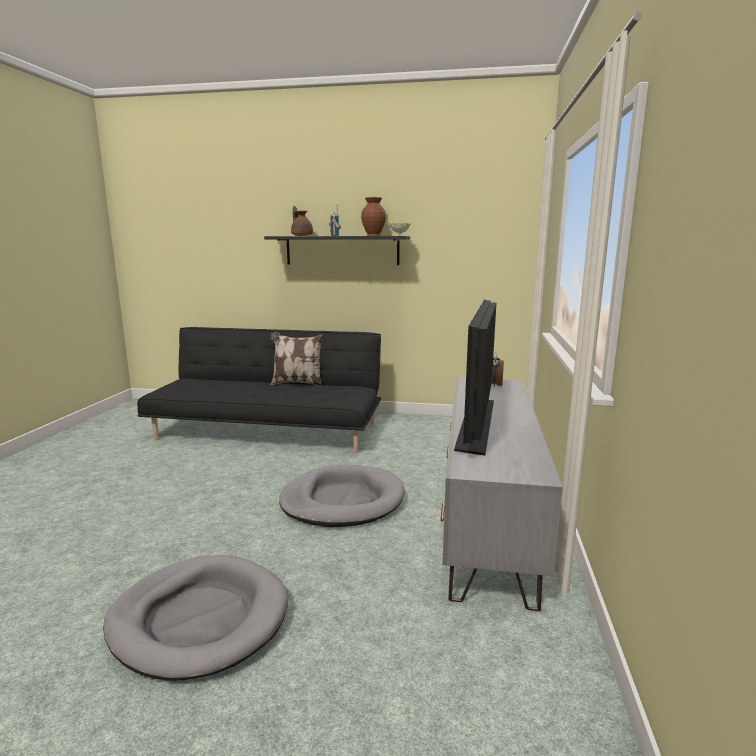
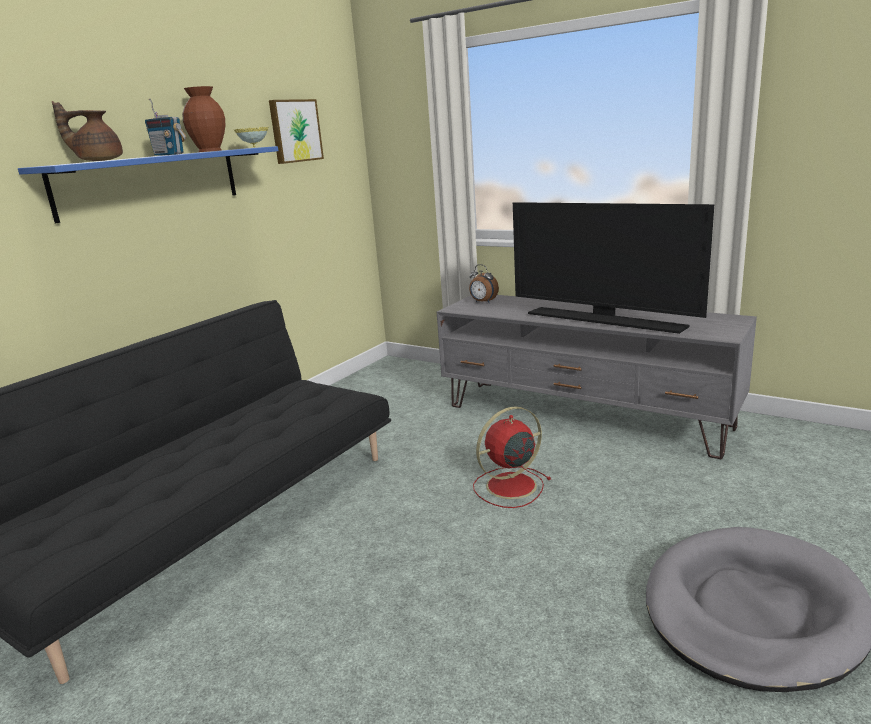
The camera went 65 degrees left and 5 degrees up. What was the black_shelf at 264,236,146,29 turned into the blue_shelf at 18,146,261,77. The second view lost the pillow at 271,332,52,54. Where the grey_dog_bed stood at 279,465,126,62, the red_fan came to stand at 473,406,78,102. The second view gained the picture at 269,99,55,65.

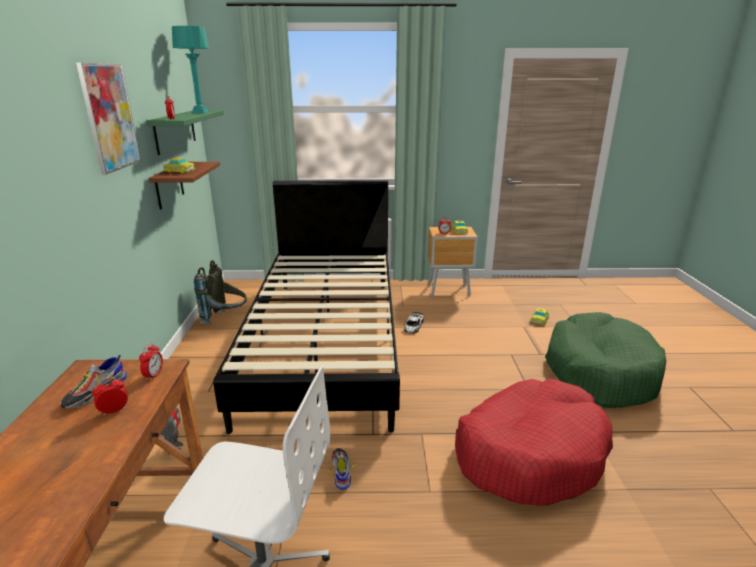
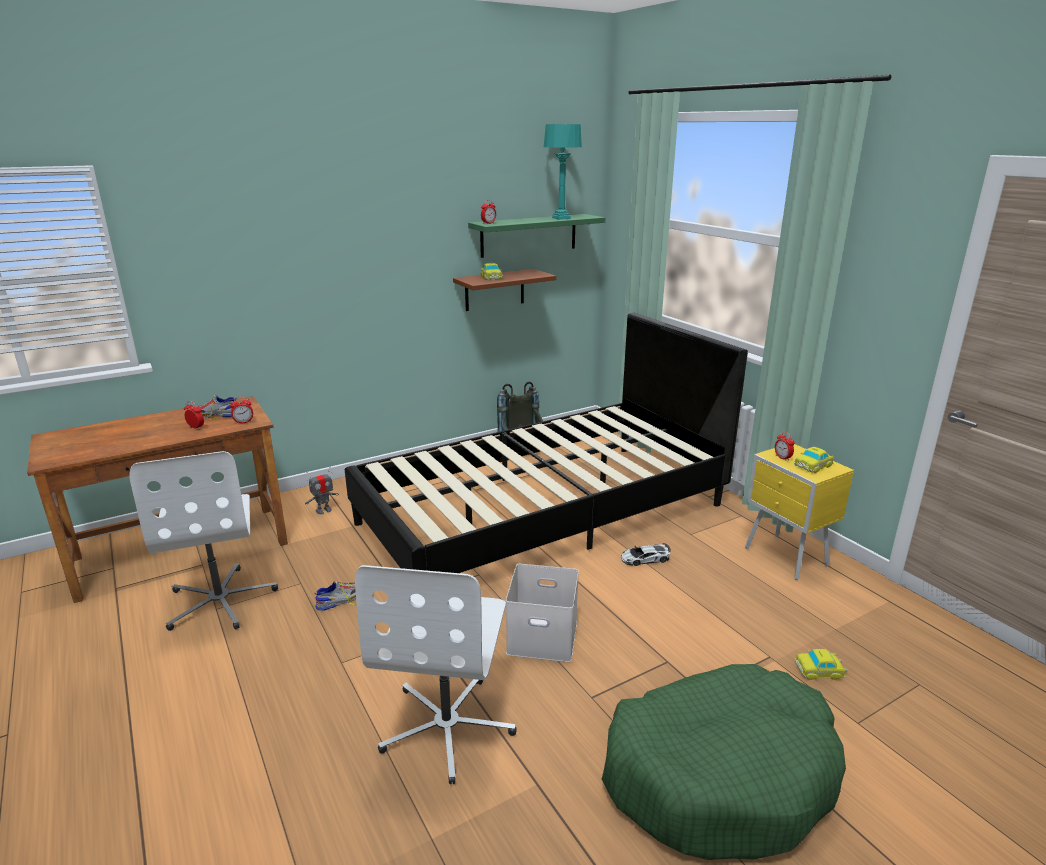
The camera went 60 degrees right and 0 degrees up. The second view lost the picture at 76,62,65,113. What was the brown_nightstand at 428,227,50,70 turned into the yellow_nightstand at 745,444,109,136. Where the red_dog_bed stood at 455,379,158,126, the white_office_chair came to stand at 355,565,162,219. The second view gained the white_storage_box at 506,564,73,98.

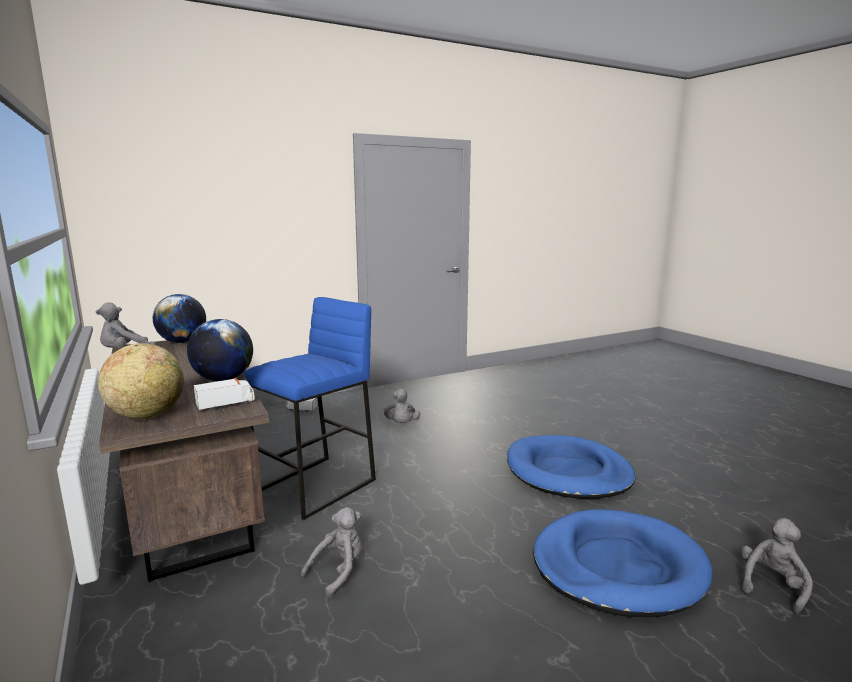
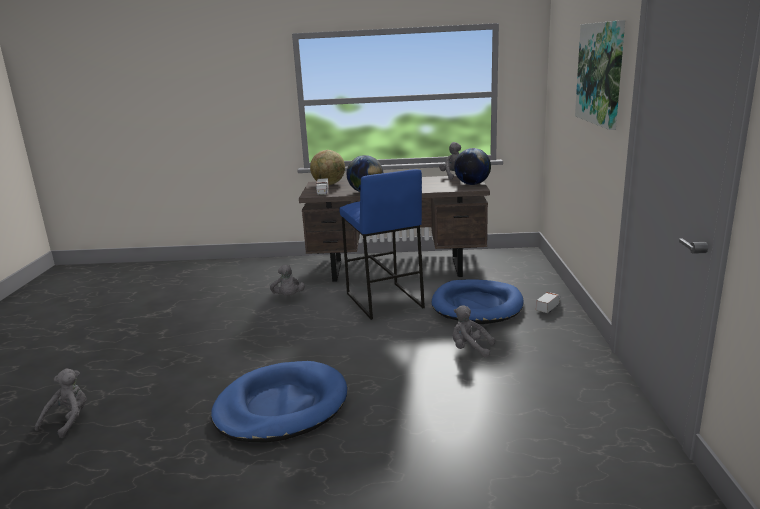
The camera went 120 degrees right and 5 degrees up. The blue_dog_bed ended up elsewhere, having gone from 533,509,180,108 to 432,279,92,45. The grey_plush_toy at 741,518,72,96 ended up facing another way, 135 degrees counterclockwise from before. The second view gained the picture at 575,20,50,110.

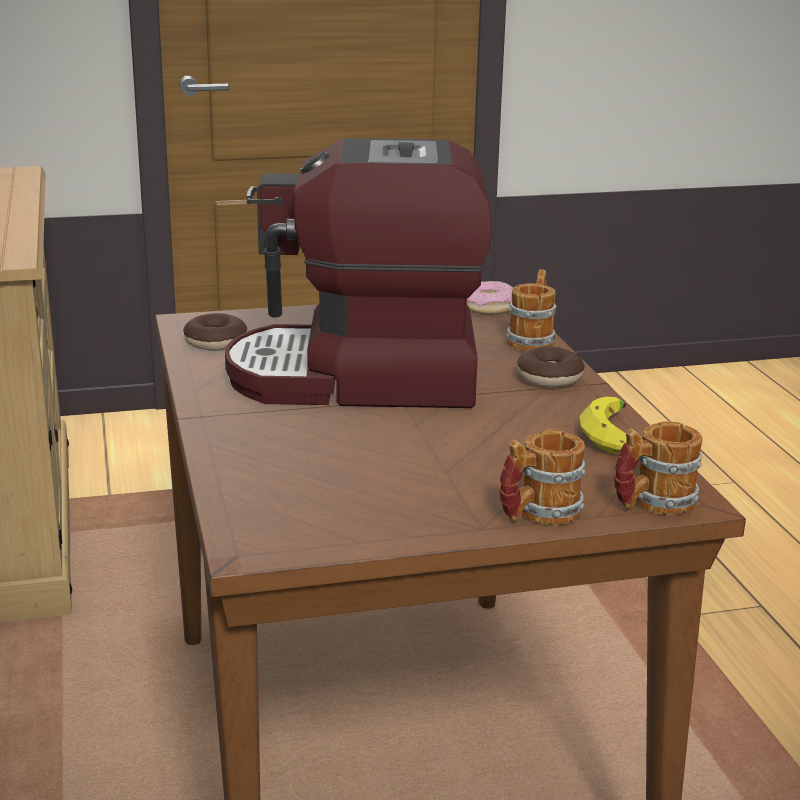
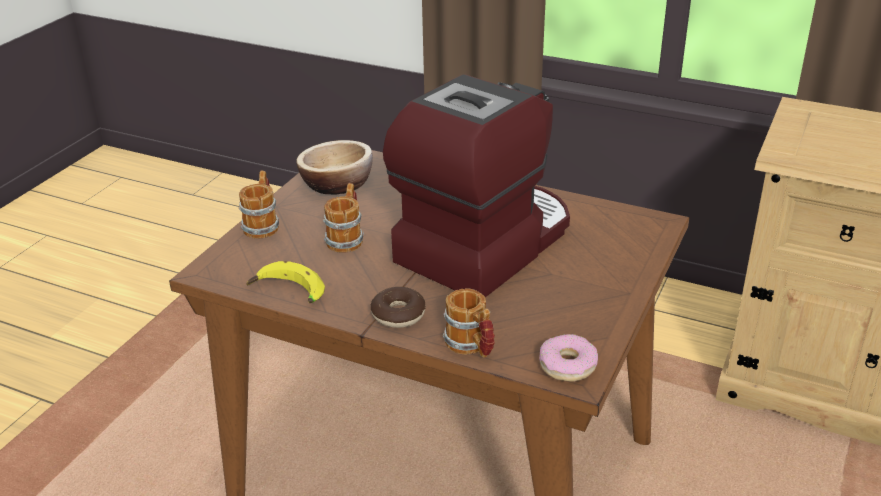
The camera went 130 degrees right and 10 degrees up. The second view lost the donut at 183,313,64,38. The mug ended up elsewhere, having gone from 614,421,89,94 to 323,183,41,70. The second view gained the bowl at 296,140,77,55.

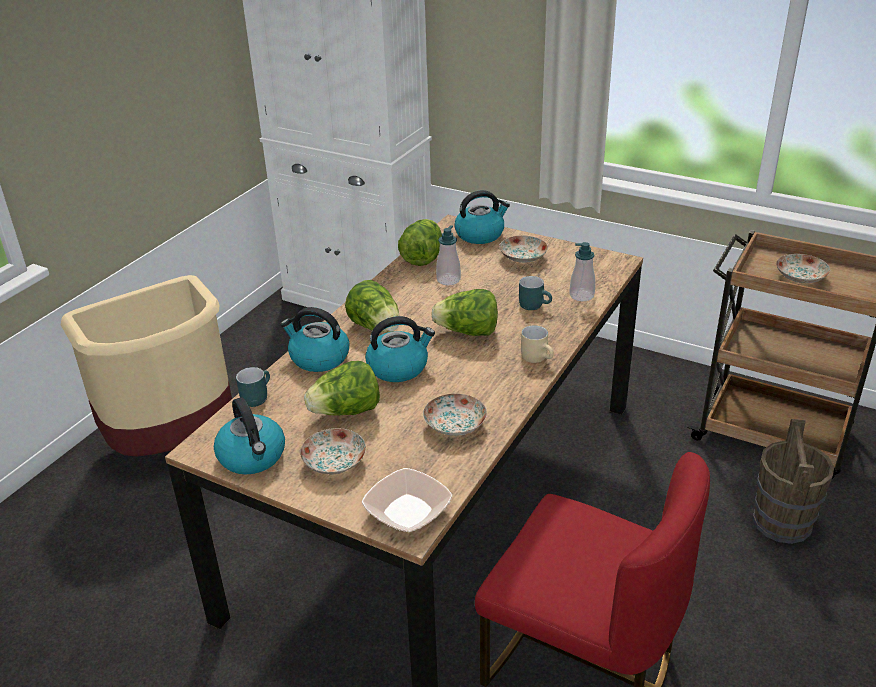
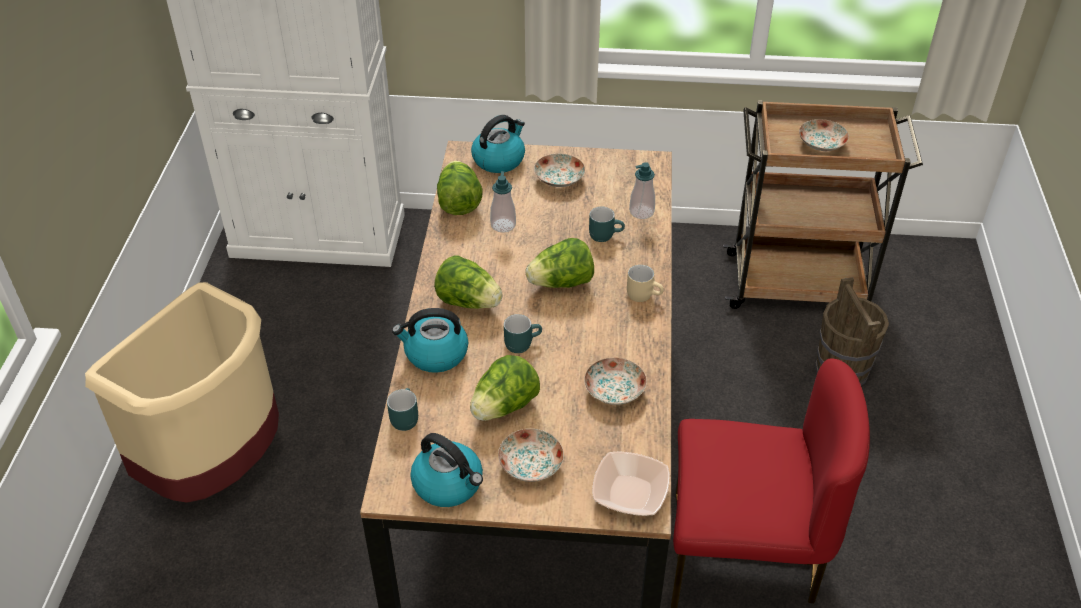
The camera went 25 degrees left and 10 degrees up. Where the kettle stood at 365,316,70,66, the turquoise_mug came to stand at 504,314,38,39.

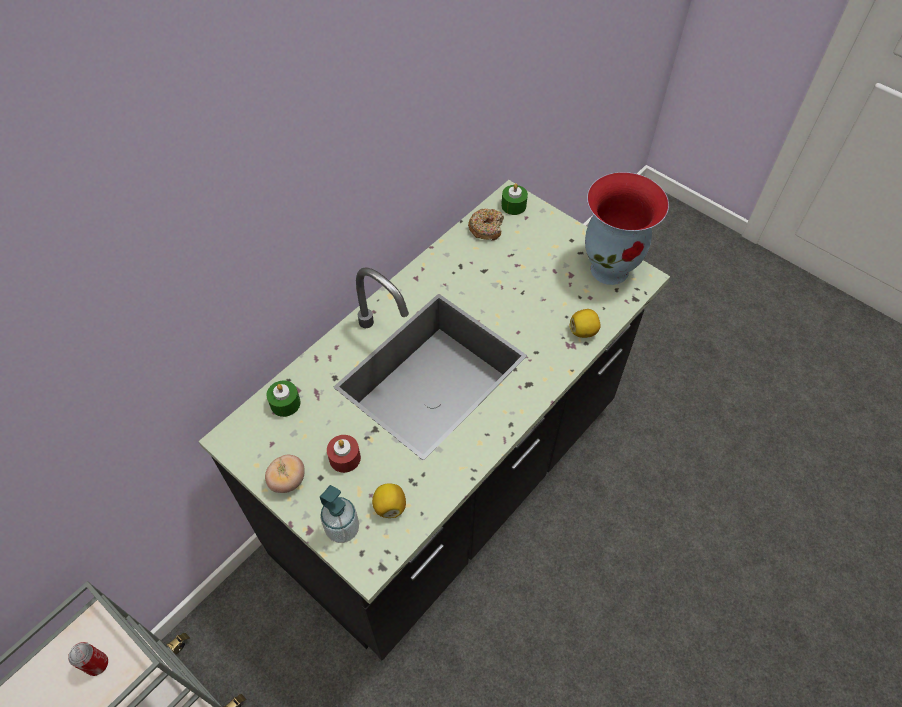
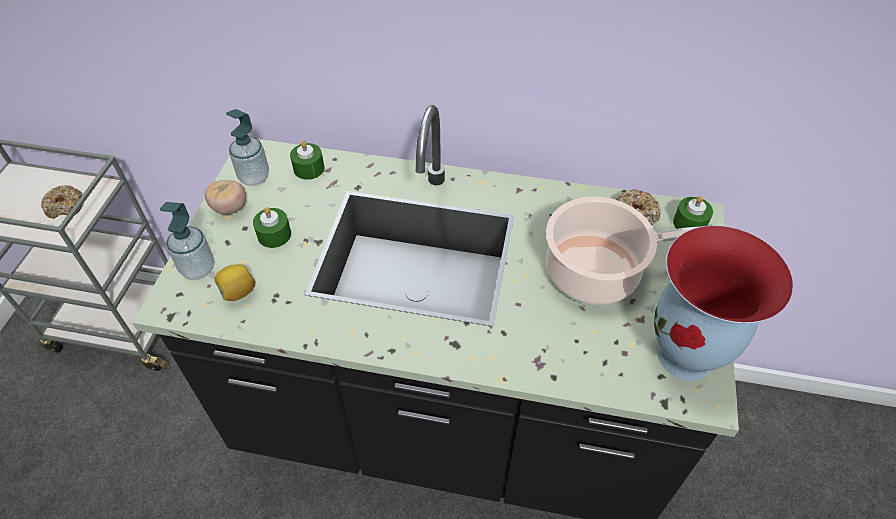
The camera went 60 degrees right and 5 degrees down. The second view lost the lemon at 569,309,32,29. What was the red_candle at 327,435,34,38 turned into the green_candle at 253,207,38,41. Where the can stood at 68,642,40,34, the donut came to stand at 41,185,41,34. The second view gained the soap_dispenser at 226,109,43,77. The second view gained the cooking_pot at 546,196,155,109.

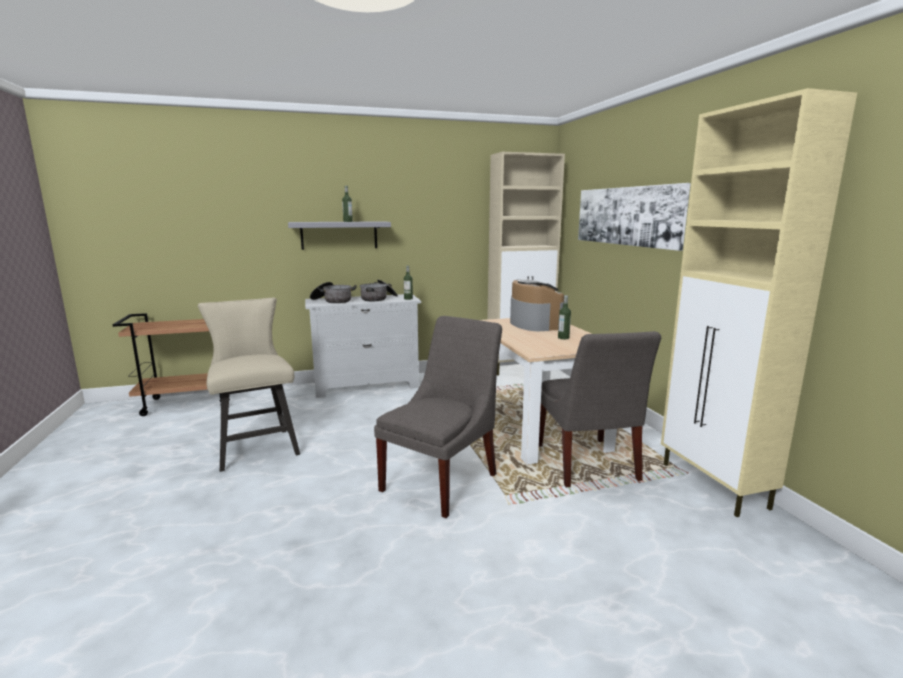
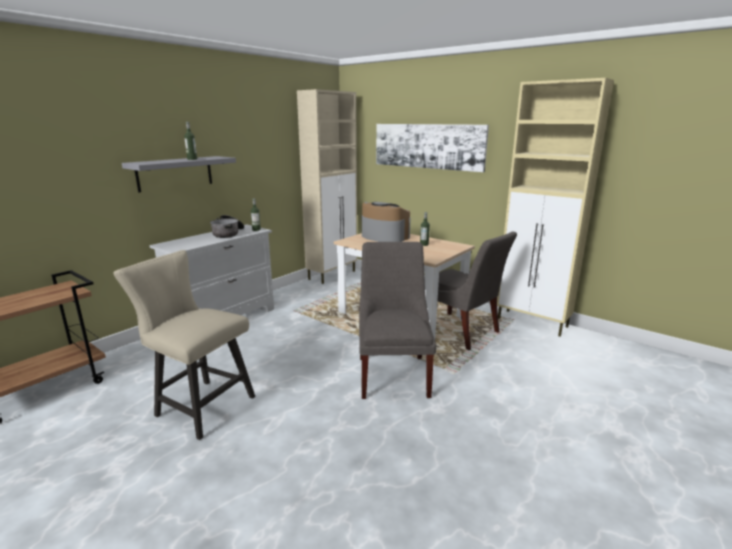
The camera went 35 degrees left and 5 degrees up. The second view lost the cooking_pot at 310,282,47,21.

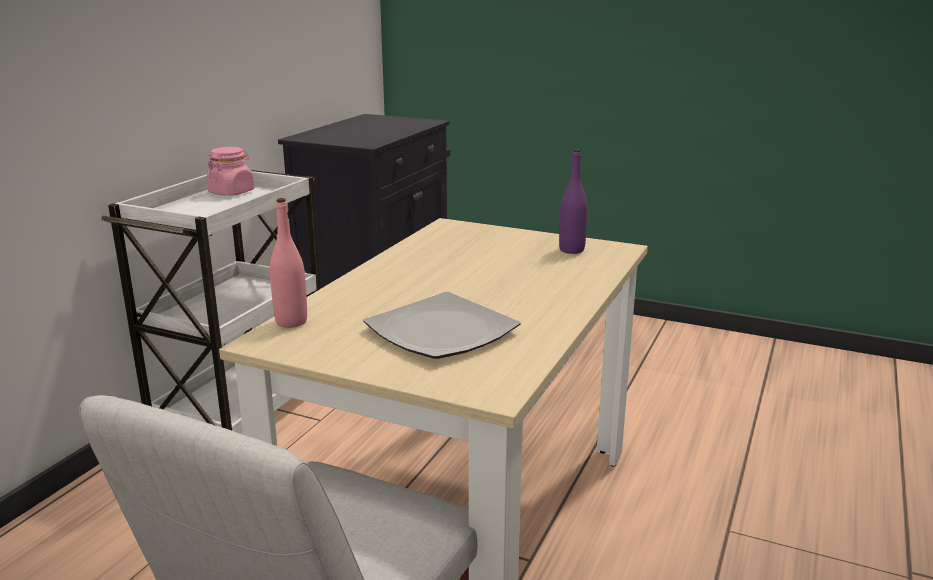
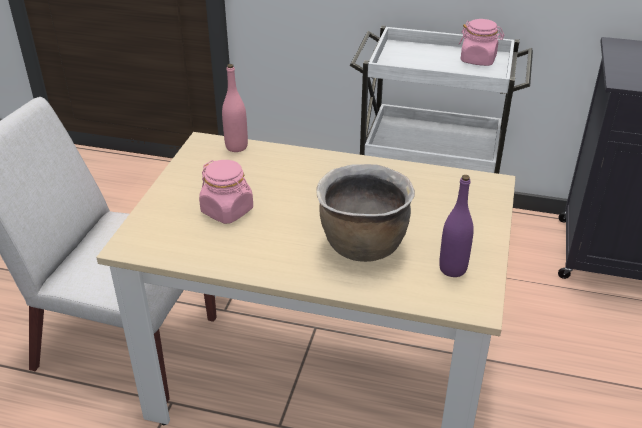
The camera went 80 degrees right and 15 degrees up. Where the plate stood at 363,292,157,67, the pink_jar came to stand at 199,160,54,64. The second view gained the brown_cooking_pot at 316,164,99,98.

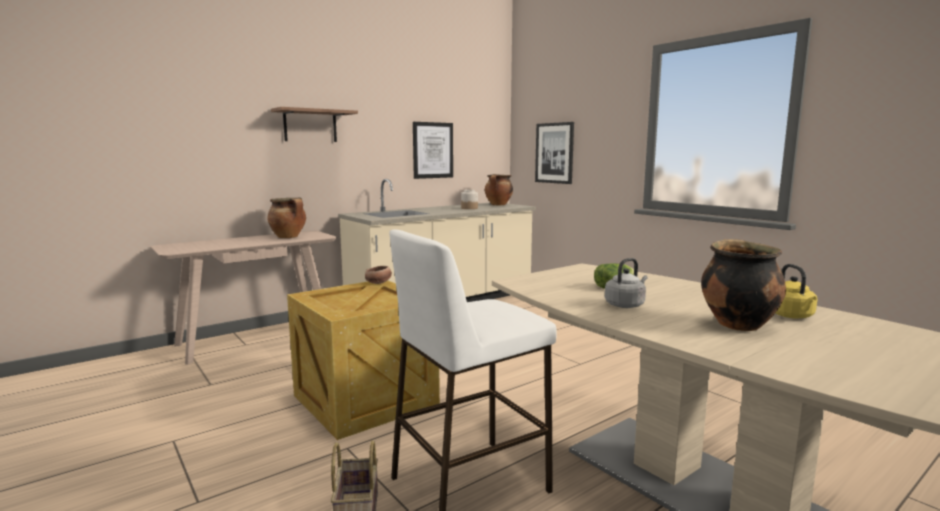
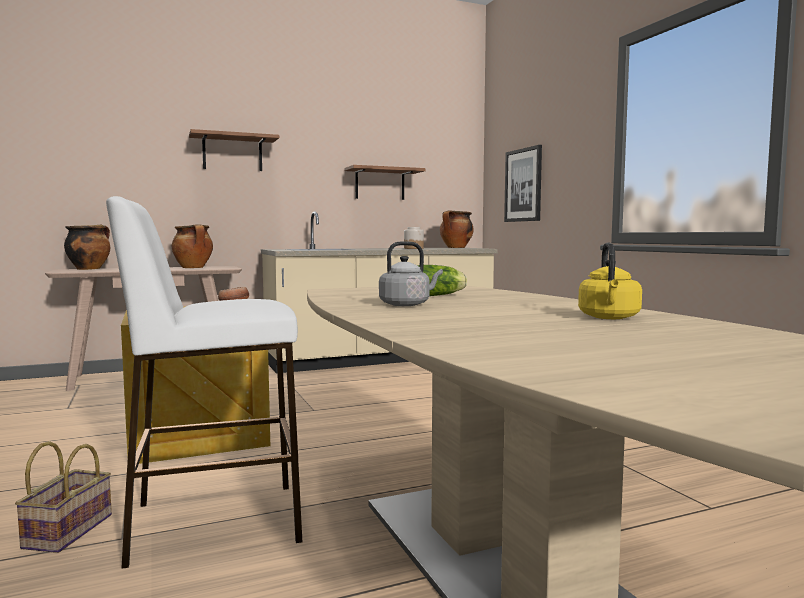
The camera went 15 degrees right and 5 degrees down. Where the picture hung at 413,122,40,57, the shelf came to hang at 344,165,82,35. The cooking_pot ended up elsewhere, having gone from 701,239,85,92 to 64,225,46,45.

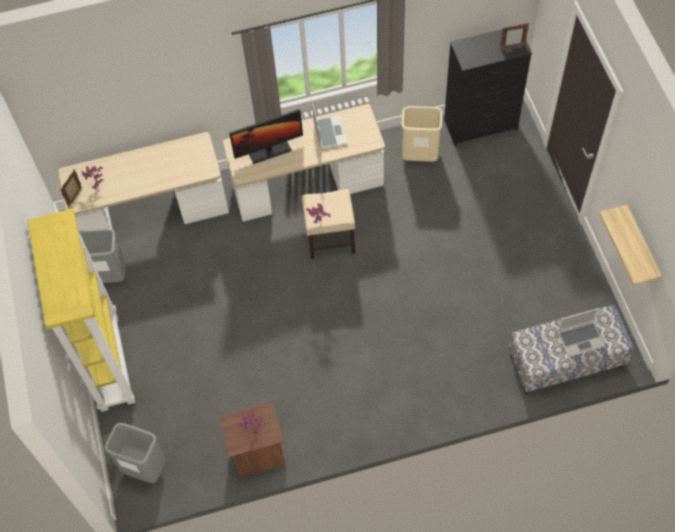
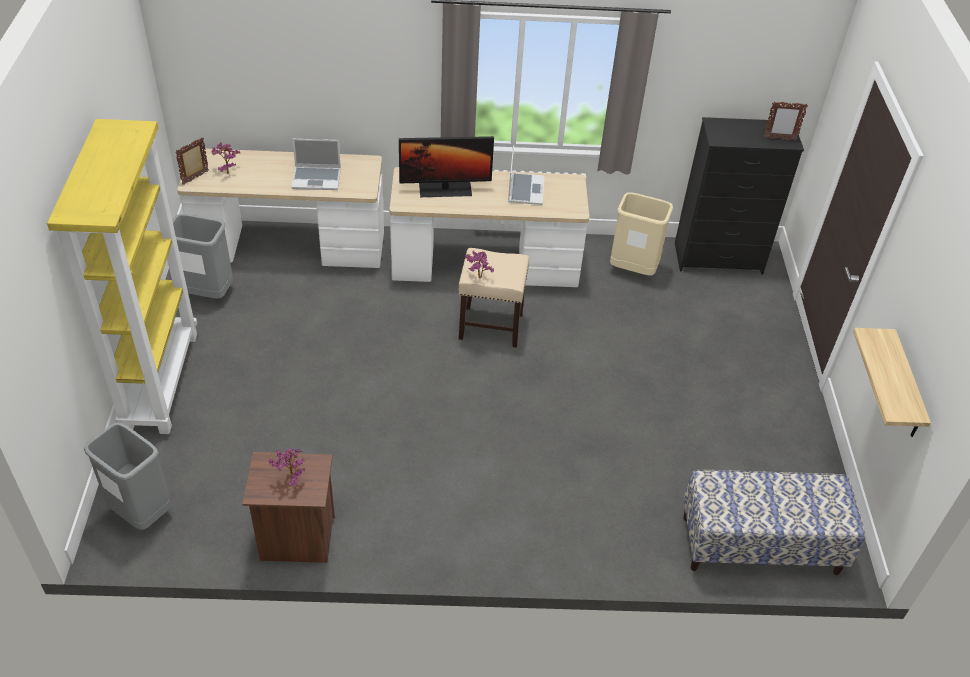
The camera went 10 degrees right and 15 degrees down. The laptop ended up elsewhere, having gone from 557,308,48,49 to 291,139,50,51.

